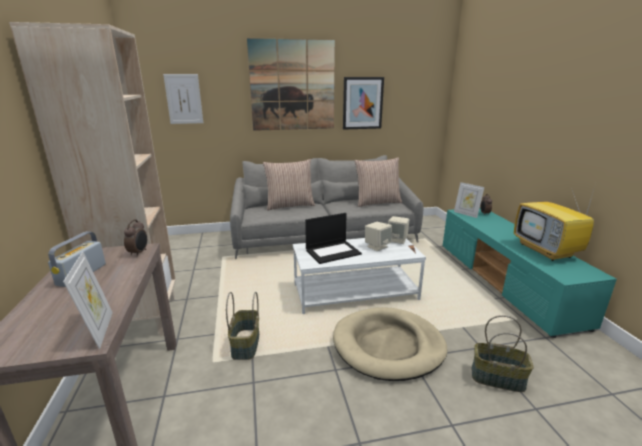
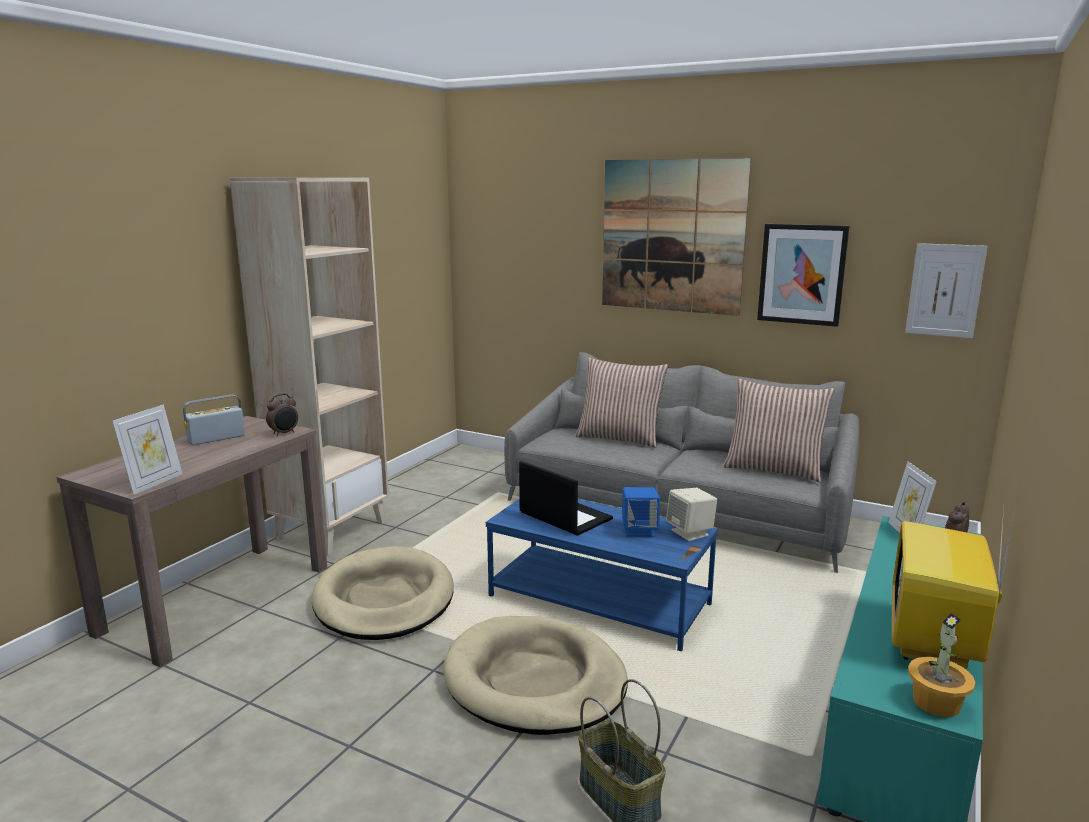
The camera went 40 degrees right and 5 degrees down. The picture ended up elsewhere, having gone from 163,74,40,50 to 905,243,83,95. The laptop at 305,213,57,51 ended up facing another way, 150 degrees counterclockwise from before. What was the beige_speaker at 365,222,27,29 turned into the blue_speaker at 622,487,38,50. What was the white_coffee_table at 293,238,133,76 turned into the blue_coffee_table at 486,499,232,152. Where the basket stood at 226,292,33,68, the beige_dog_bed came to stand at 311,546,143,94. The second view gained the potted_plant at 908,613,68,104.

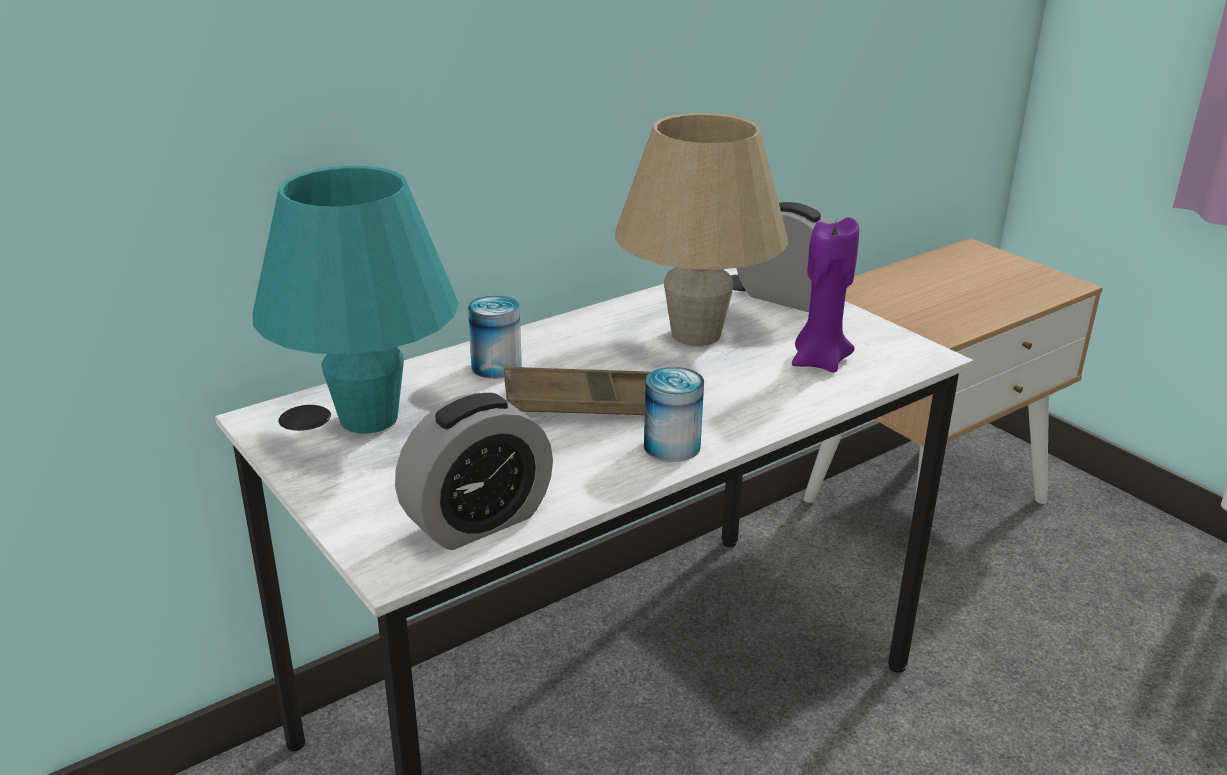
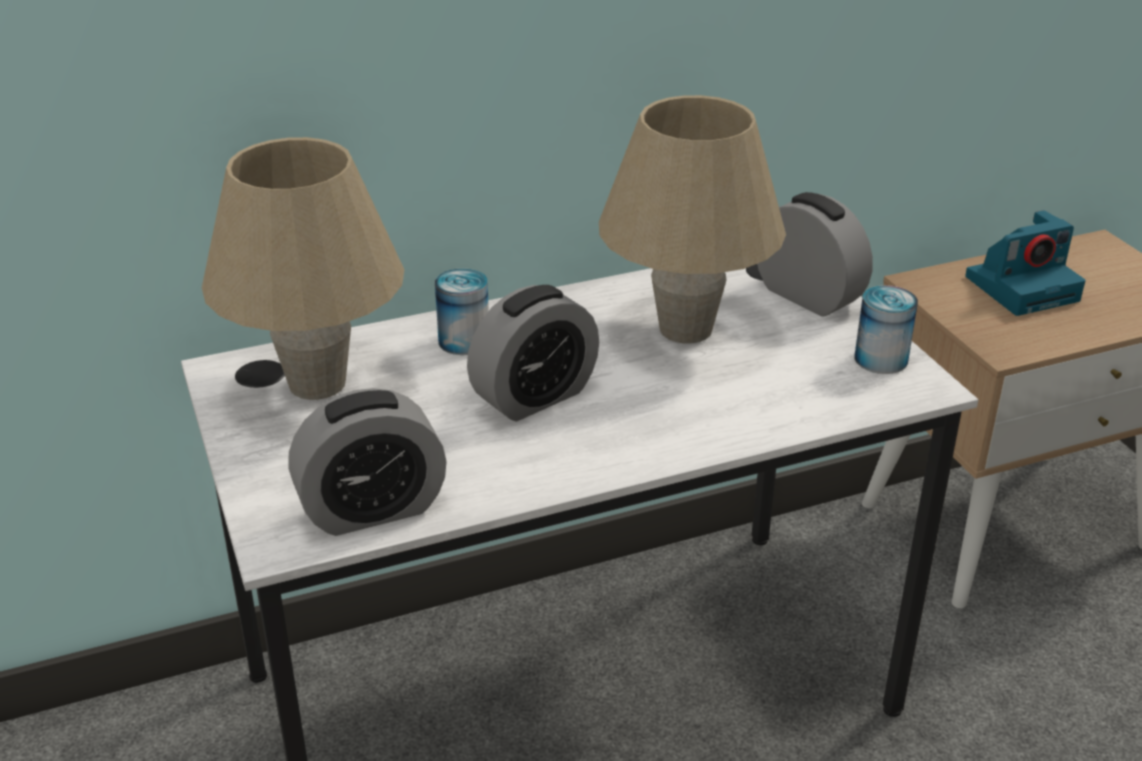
The camera went 15 degrees right and 5 degrees up. What was the turquoise_table_lamp at 253,166,206,268 turned into the beige_table_lamp at 202,137,202,263. The second view lost the purple_candle at 792,217,67,156. Where the brown_tray stood at 504,367,146,48, the alarm_clock came to stand at 467,285,132,137. The can ended up elsewhere, having gone from 644,367,60,95 to 855,285,63,89. The second view gained the photo_camera at 965,210,121,106.

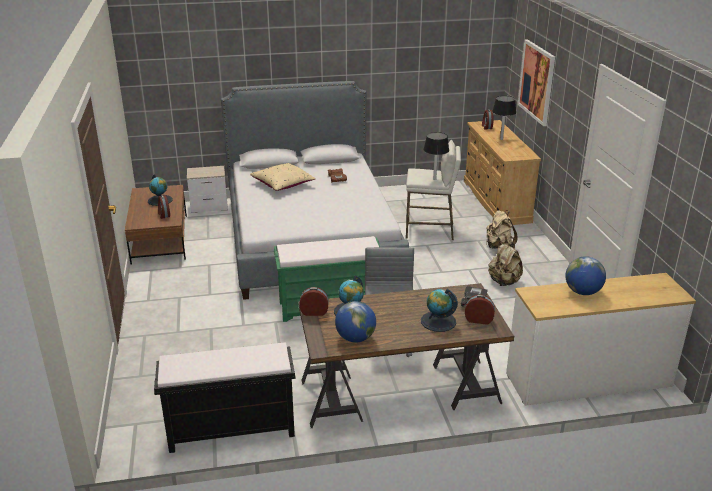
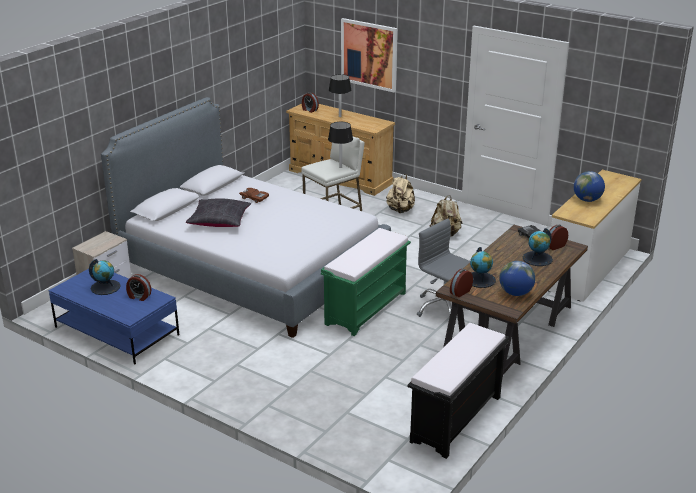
The camera went 45 degrees left and 0 degrees up. What was the beige_pillow at 250,163,65,28 turned into the black_pillow at 186,198,65,29. What was the brown_coffee_table at 125,185,62,80 turned into the blue_coffee_table at 48,269,131,96.

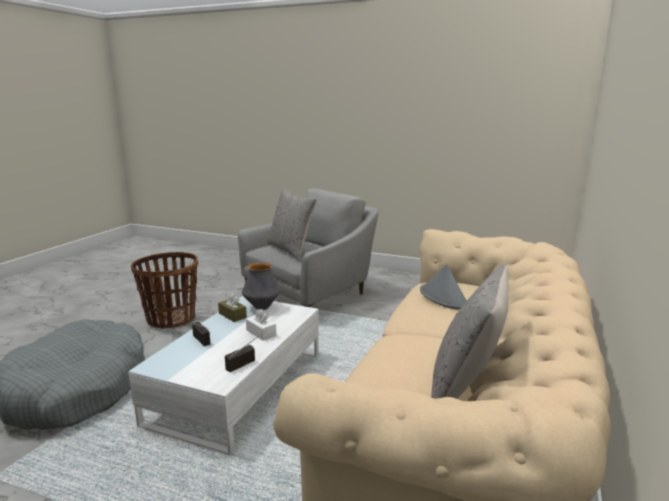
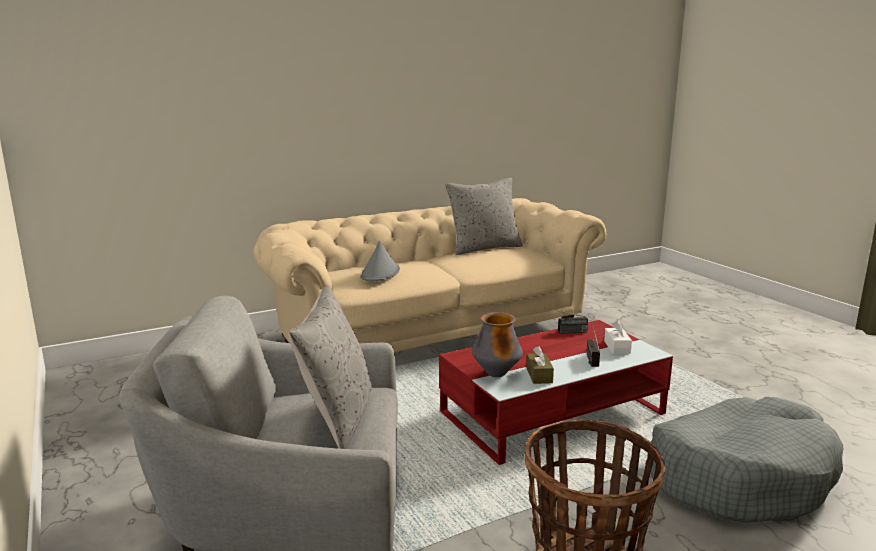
The camera went 140 degrees left and 0 degrees up. What was the white_coffee_table at 128,296,191,159 turned into the red_coffee_table at 439,320,234,145. The white_tissue_box ended up elsewhere, having gone from 246,309,30,32 to 604,320,28,34.

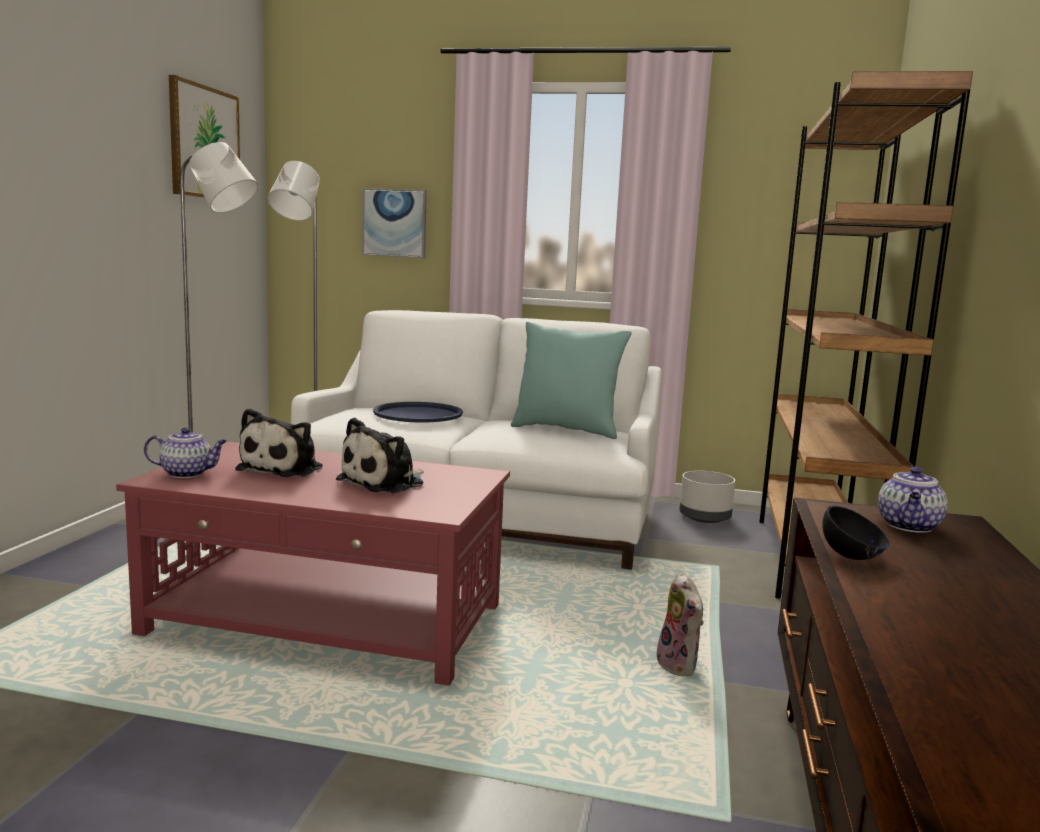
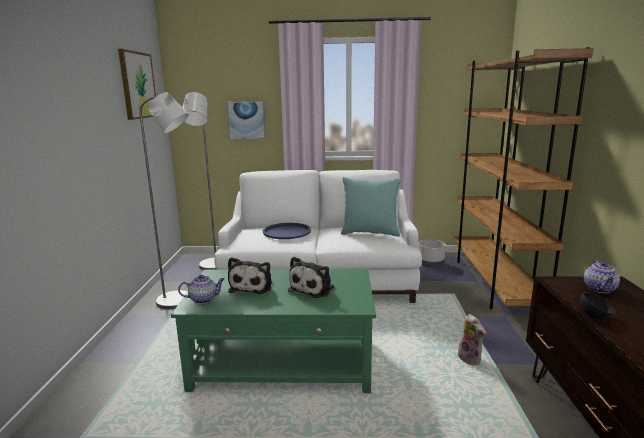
The camera went 10 degrees left and 5 degrees up. What was the red_coffee_table at 116,442,394,244 turned into the green_coffee_table at 171,269,205,124.

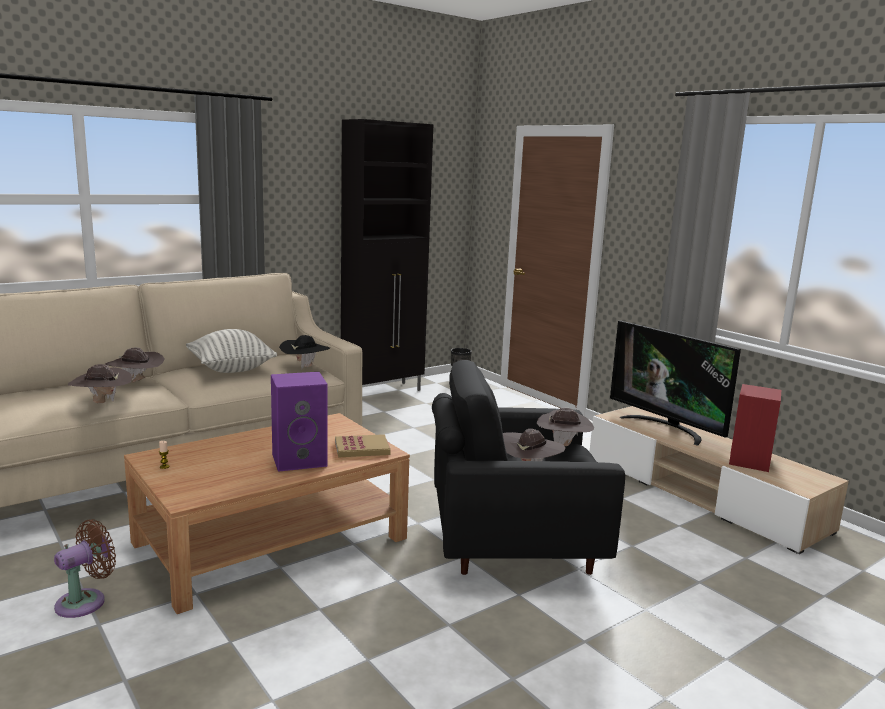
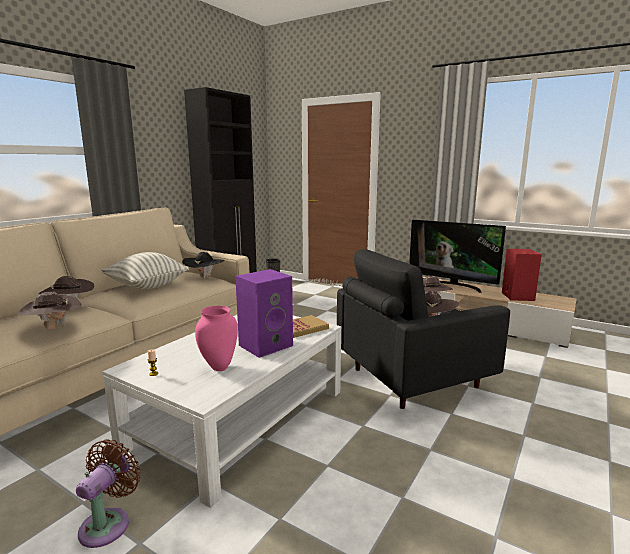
The camera went 20 degrees left and 0 degrees up. What was the brown_coffee_table at 124,413,286,201 turned into the white_coffee_table at 102,315,240,193. The second view gained the pink_vase at 195,306,43,65.

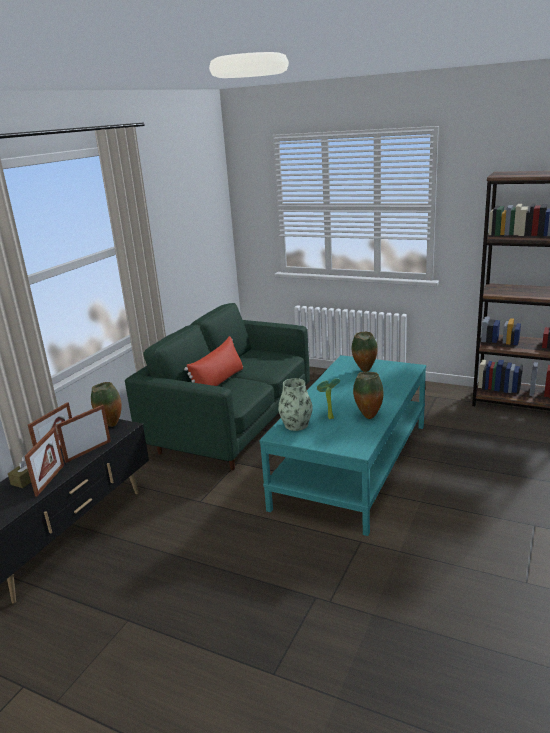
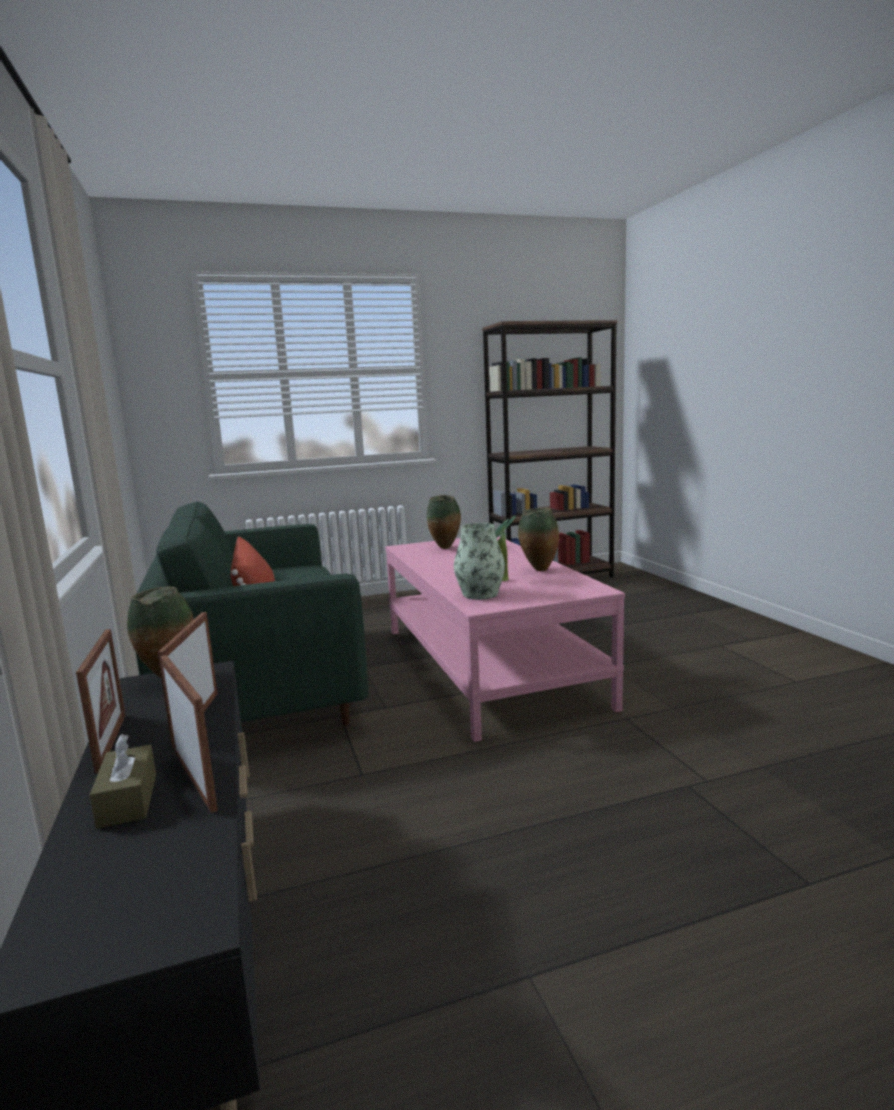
The camera went 45 degrees left and 10 degrees down. What was the turquoise_coffee_table at 259,355,167,181 turned into the pink_coffee_table at 385,536,240,206.

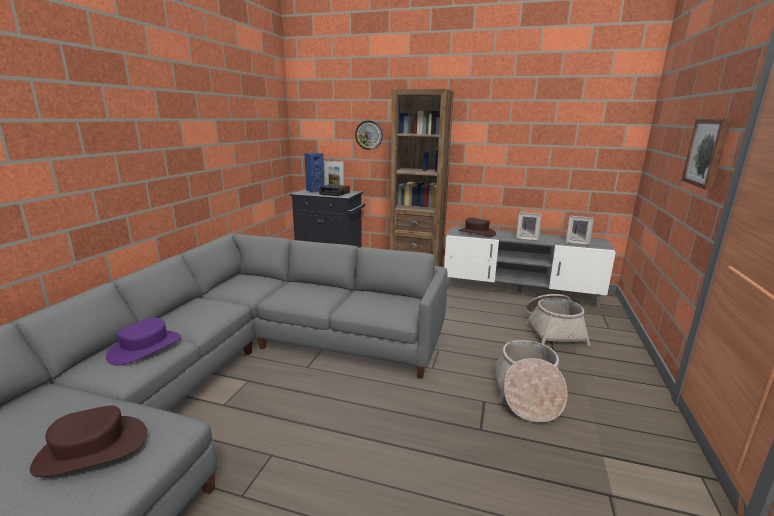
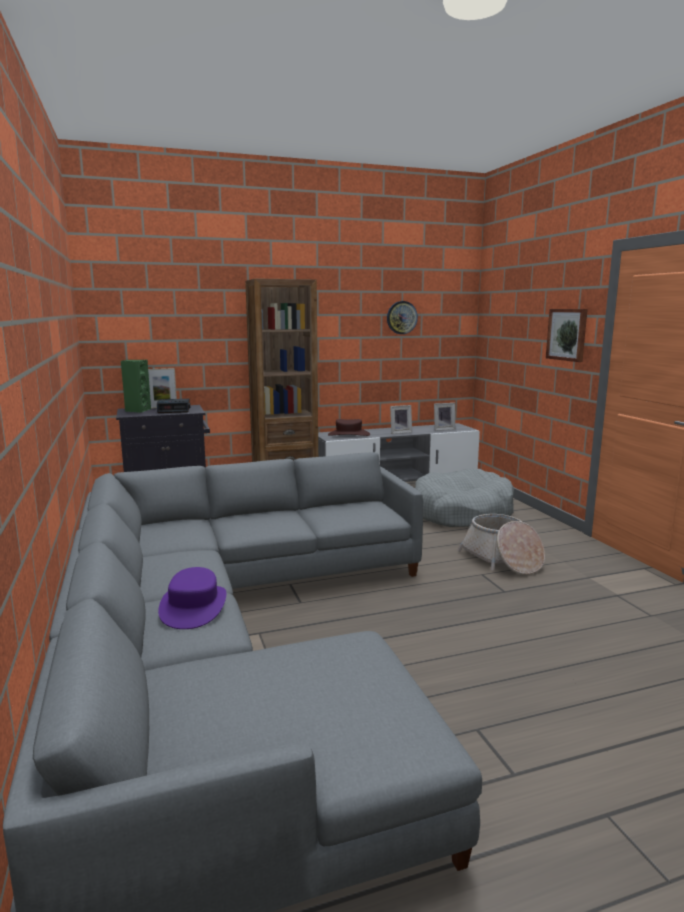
The camera went 35 degrees left and 5 degrees down. The wall_clock ended up elsewhere, having gone from 355,120,28,30 to 387,301,31,33. What was the blue_speaker at 304,153,20,39 turned into the green_speaker at 121,360,30,53. Where the basket stood at 526,294,65,52, the grey_dog_bed came to stand at 415,468,99,59. The second view lost the brown_hat at 30,406,117,71.

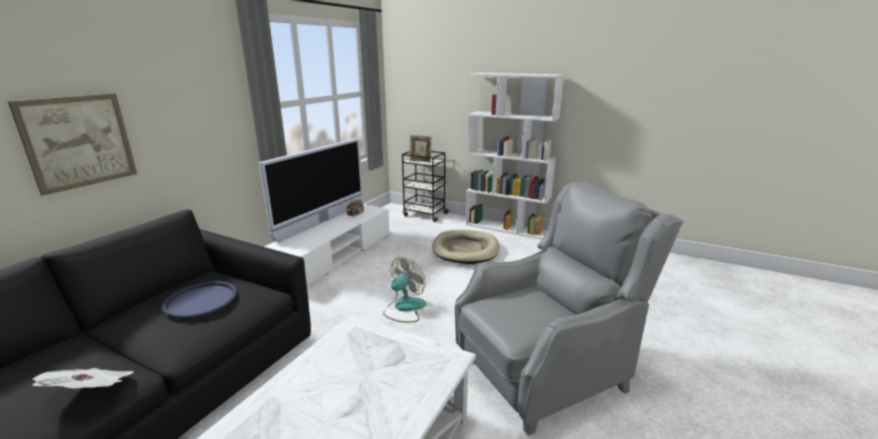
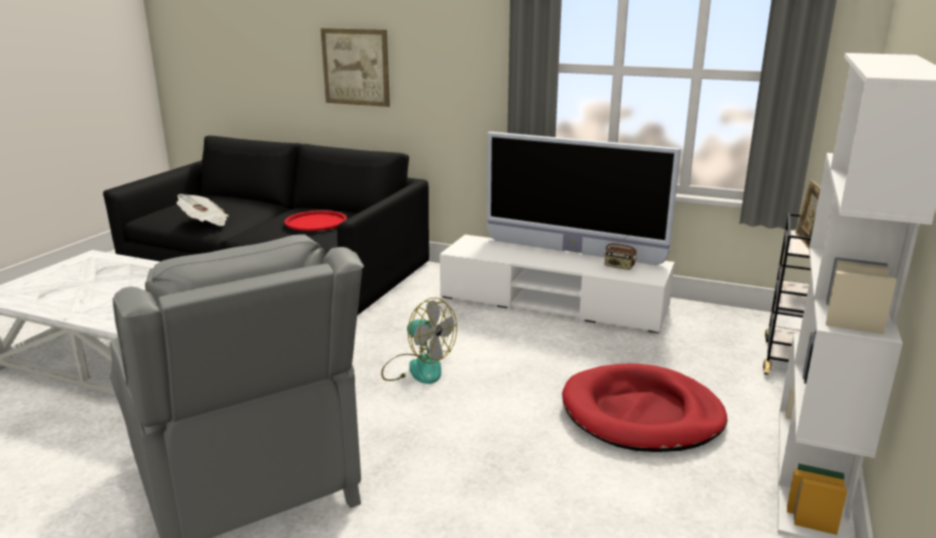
The camera went 85 degrees right and 0 degrees up. What was the beige_dog_bed at 432,230,68,34 turned into the red_dog_bed at 562,363,165,89. What was the blue_tray at 162,281,75,37 turned into the red_tray at 284,210,63,21.

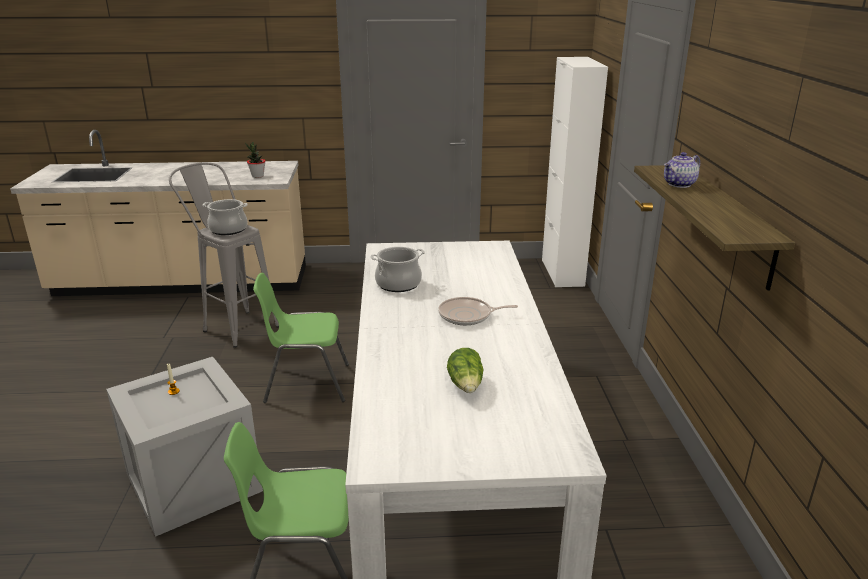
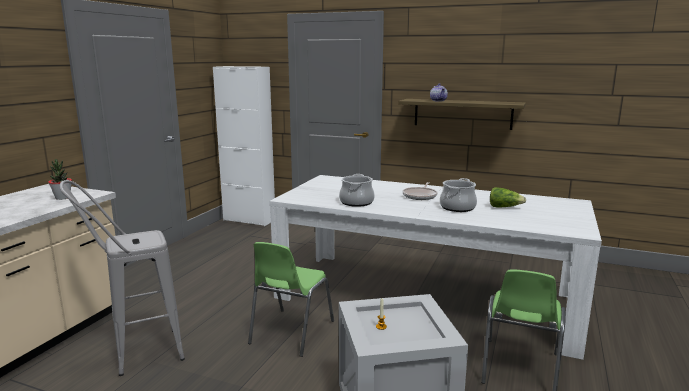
The camera went 65 degrees left and 10 degrees down. The cooking_pot ended up elsewhere, having gone from 203,199,45,36 to 440,178,37,34.

